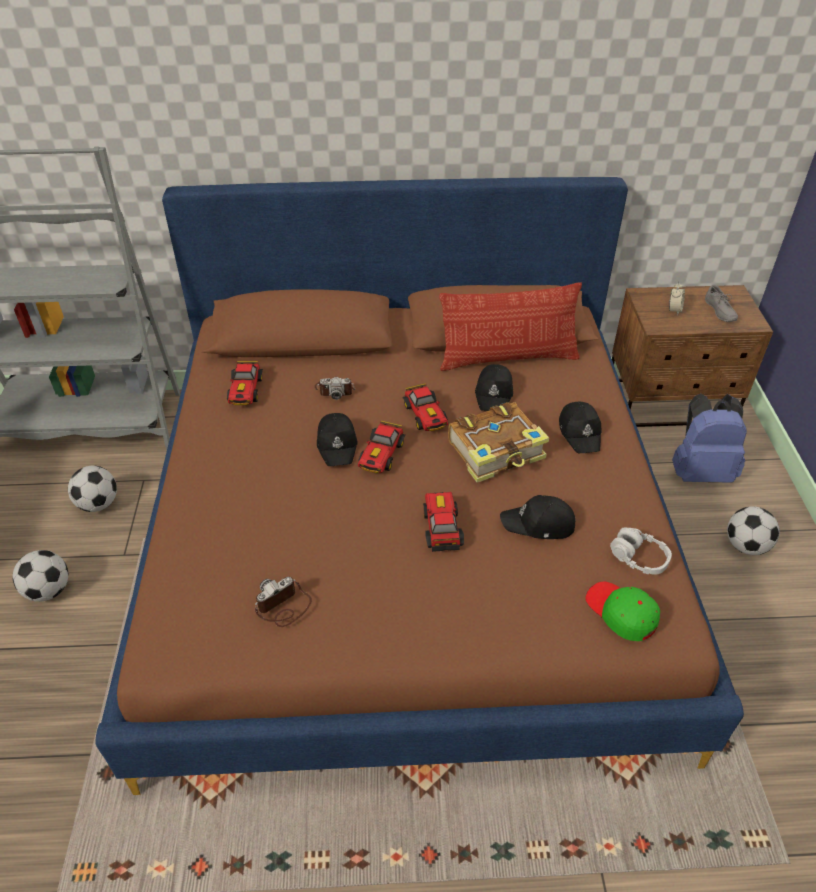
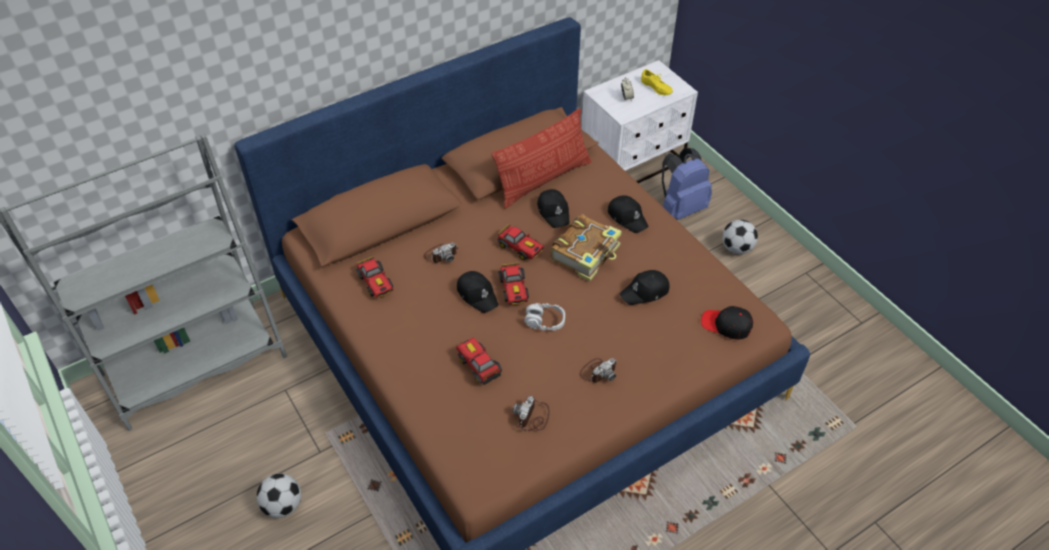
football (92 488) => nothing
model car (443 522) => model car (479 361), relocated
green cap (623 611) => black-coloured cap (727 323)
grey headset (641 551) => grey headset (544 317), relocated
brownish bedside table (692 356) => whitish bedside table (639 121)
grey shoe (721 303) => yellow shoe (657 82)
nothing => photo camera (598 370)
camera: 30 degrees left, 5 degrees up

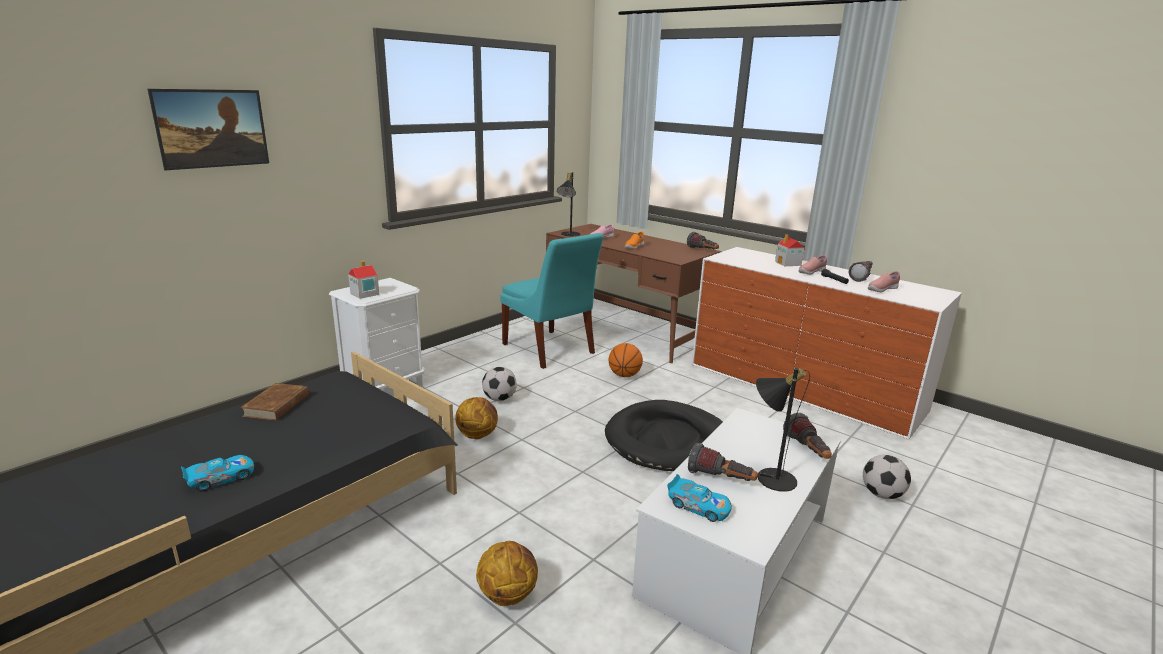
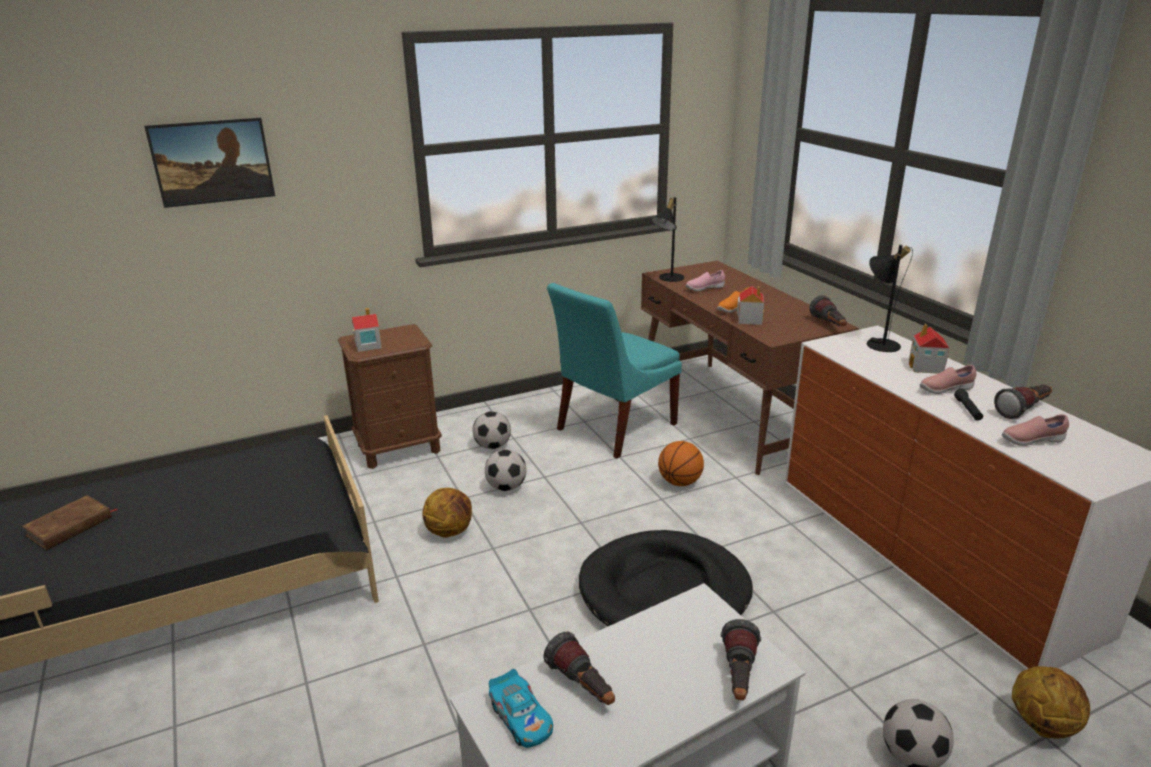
model car (217 473) => nothing
brownish book (274 402) => brownish book (70 522), relocated
whitish bedside table (377 334) => brownish bedside table (390 396)
basketball ball (507 573) => basketball ball (1051 702), relocated
turquoise upright chair (552 301) => turquoise upright chair (614 370), 60 degrees clockwise
black-coloured tabletop lamp (783 430) => black-coloured tabletop lamp (890 298), relocated
nothing => football (491 430)
nothing => miniature house (750 305)
camera: 25 degrees right, 5 degrees up

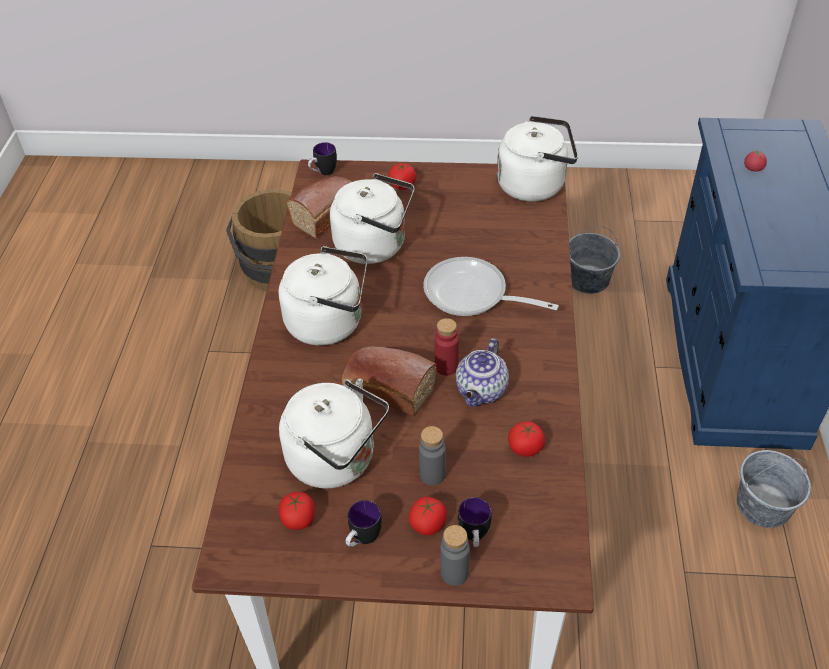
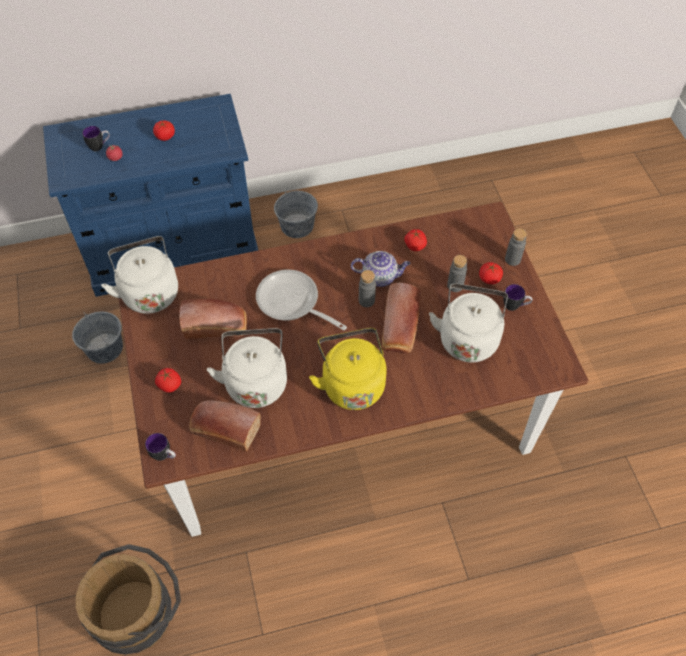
whitish water kettle (323 295) => yellow water kettle (348 369)
tomato (297 511) => tomato (164 130), relocated
skillet (491 286) => skillet (301 299), 120 degrees clockwise
red-coloured beverage bottle (447 346) => grey beverage bottle (367 288)
coffee mug (475 522) => coffee mug (96 138), relocated
nothing => bakery bread (213 319)
camera: 110 degrees left, 10 degrees up

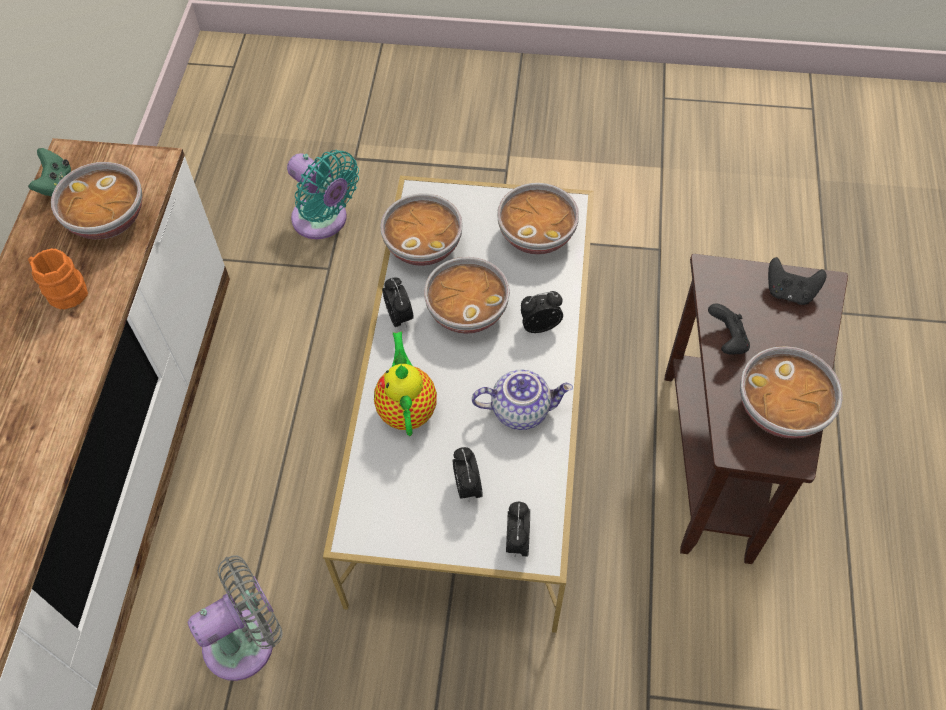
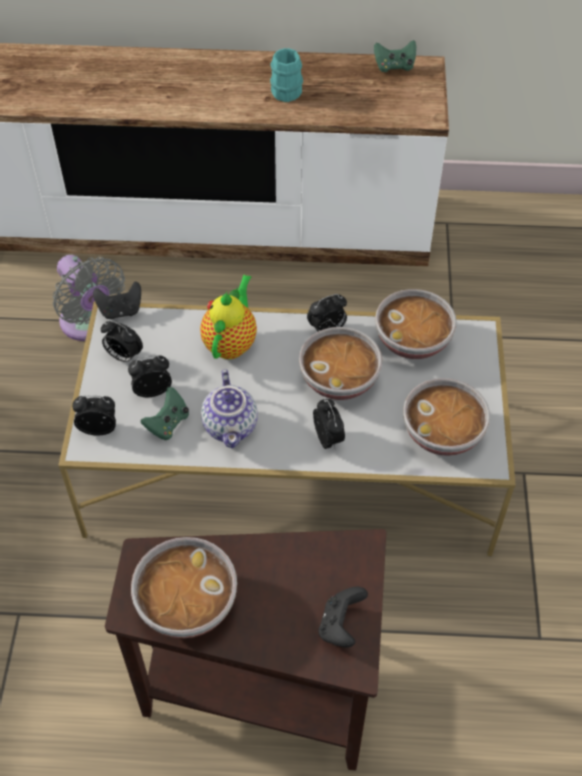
orange-coloured coffee mug (58 279) => turquoise coffee mug (286 75)
serving bowl (96 200) => nothing
turquoise fan (323 194) => nothing
tea pot (405 384) => tea pot (228 316), 60 degrees counterclockwise
black-coloured game controller (729 329) => black-coloured game controller (117 300), relocated
nothing => alarm clock (122 341)
nothing => green game controller (165 413)
camera: 85 degrees right, 5 degrees down

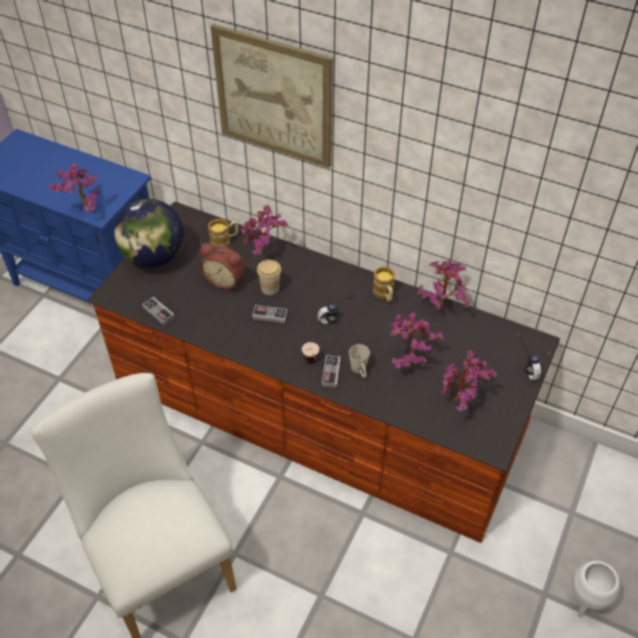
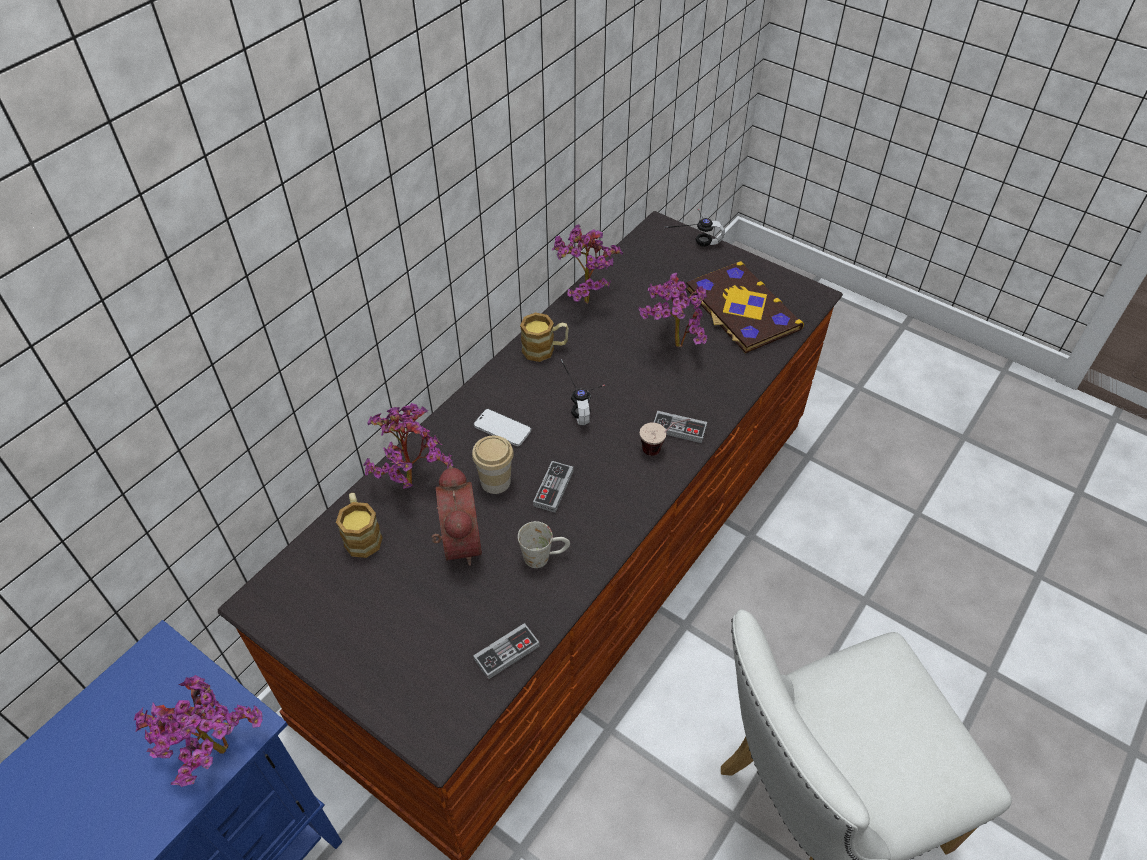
desk globe (149 233) => nothing
alarm clock (222 266) => alarm clock (457 515), 45 degrees counterclockwise
wall art (271 96) => nothing
whitish coffee mug (359 361) => whitish coffee mug (544 544), relocated
potted plant (468 380) => book (745 307)
whitish planter (596 589) => nothing
nothing => handset (502 427)
camera: 80 degrees left, 0 degrees up

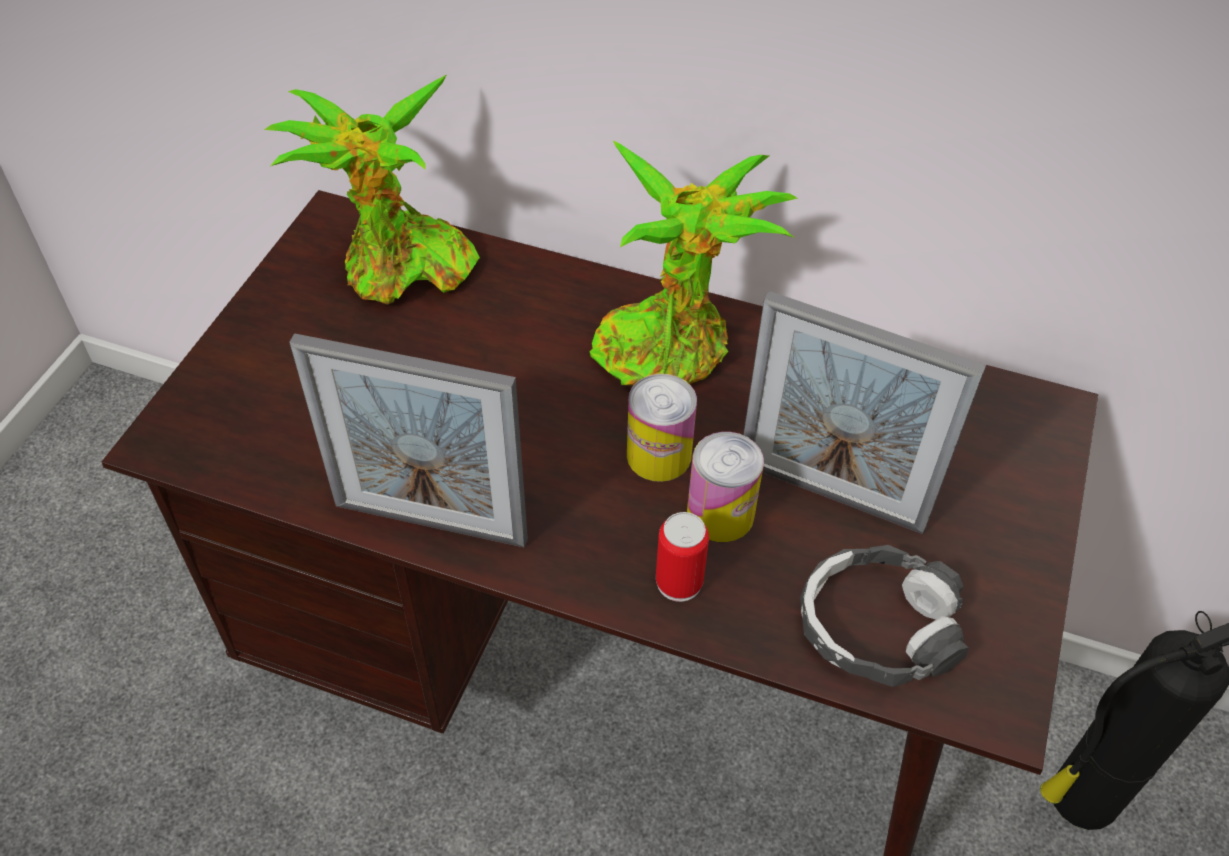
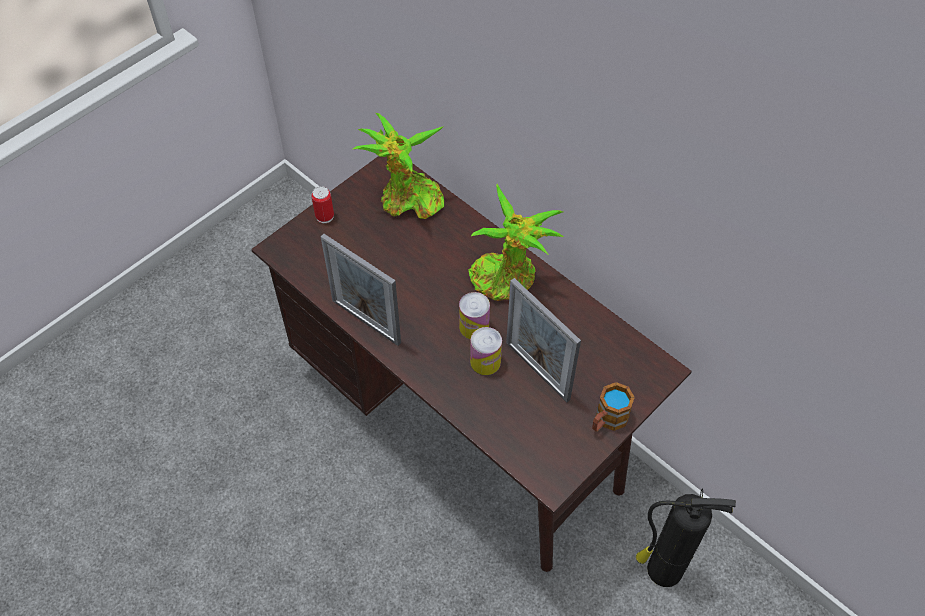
sealed can (682 557) => sealed can (322 204), relocated
headset (884 616) => nothing
nothing => coffee mug (613 407)
camera: 25 degrees right, 5 degrees up

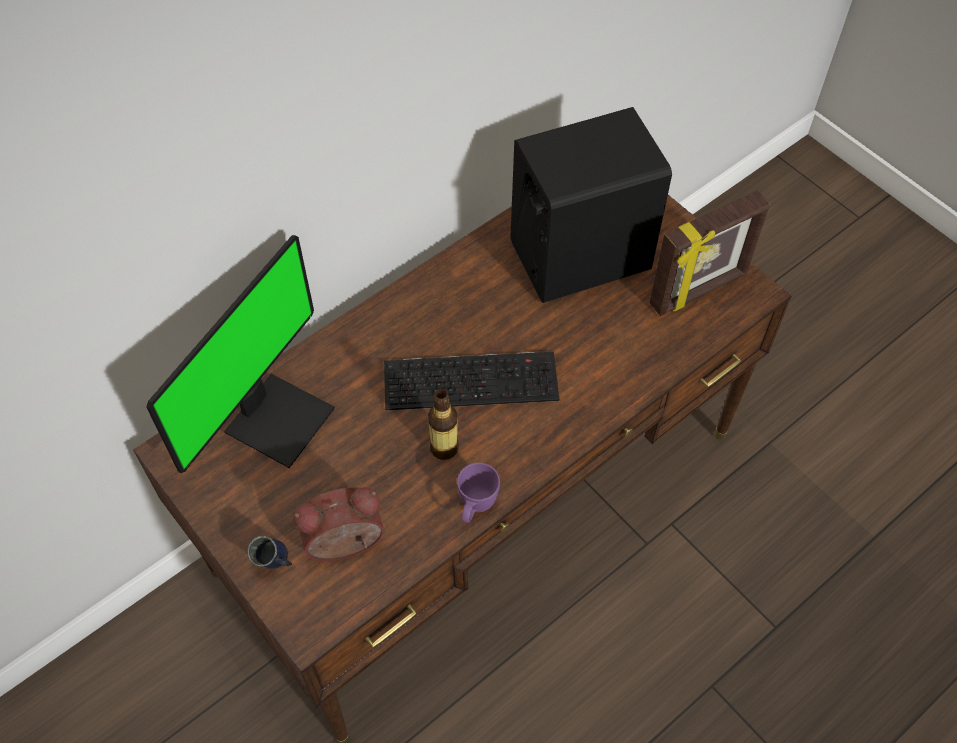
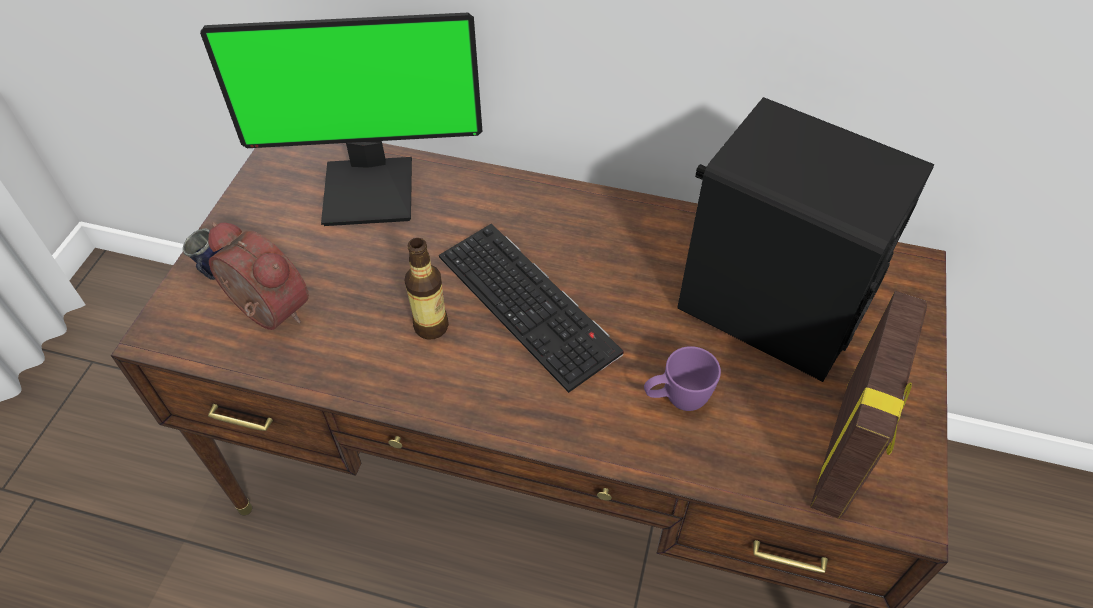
purple coffee mug (478 493) => purple coffee mug (682 378), relocated
photo frame (709 253) => photo frame (868 405), 90 degrees counterclockwise
camera: 55 degrees right, 5 degrees down

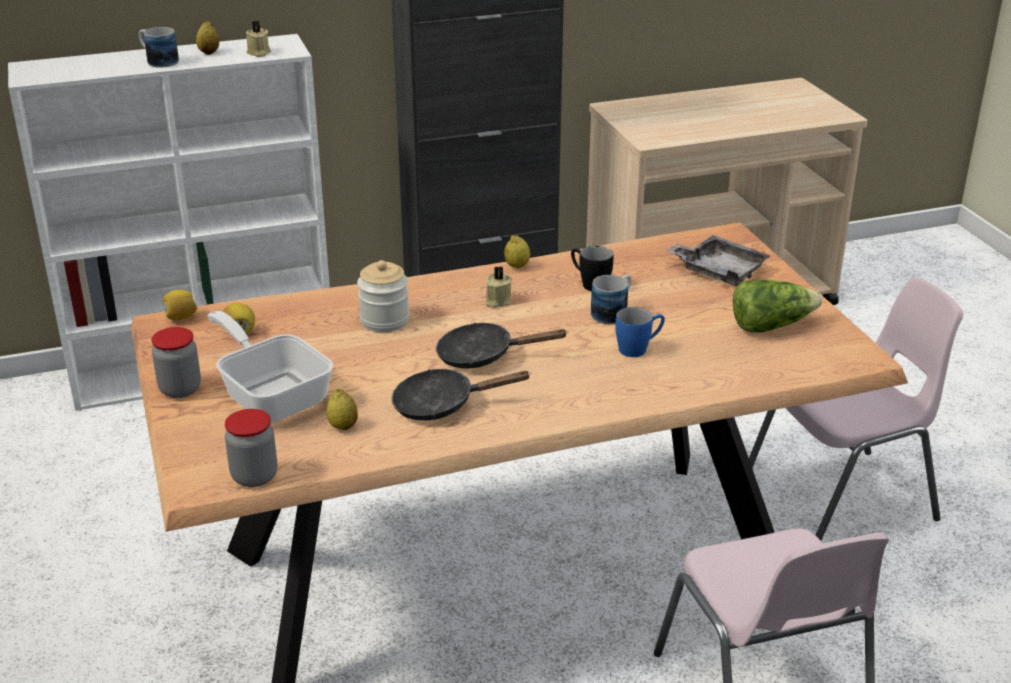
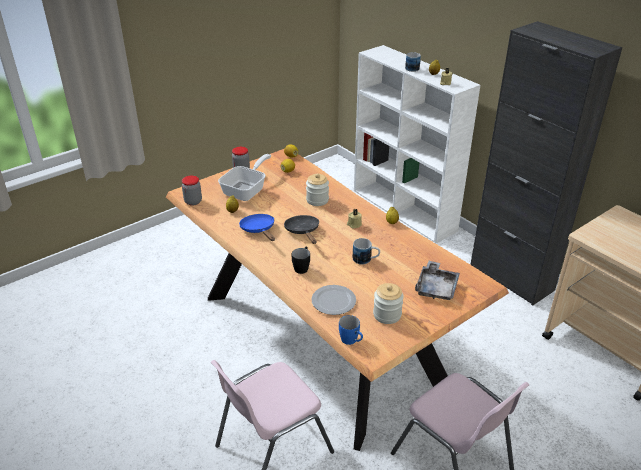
black-coloured skillet (461 395) => blue skillet (257 227)
black-coloured coffee mug (592 268) => black-coloured coffee mug (301 260), relocated
blue coffee mug (640 332) => blue coffee mug (351 330), relocated
lettuce (777 306) => storage jar (388 303)
nothing => flat dish (333 300)
camera: 70 degrees right, 5 degrees up

